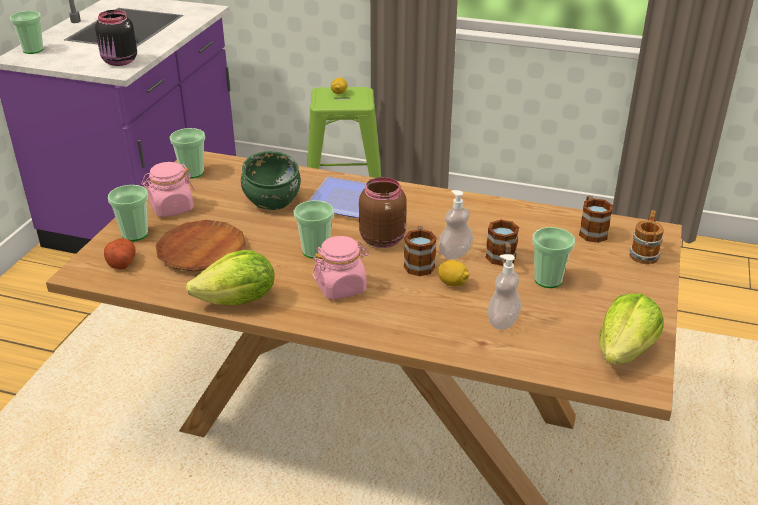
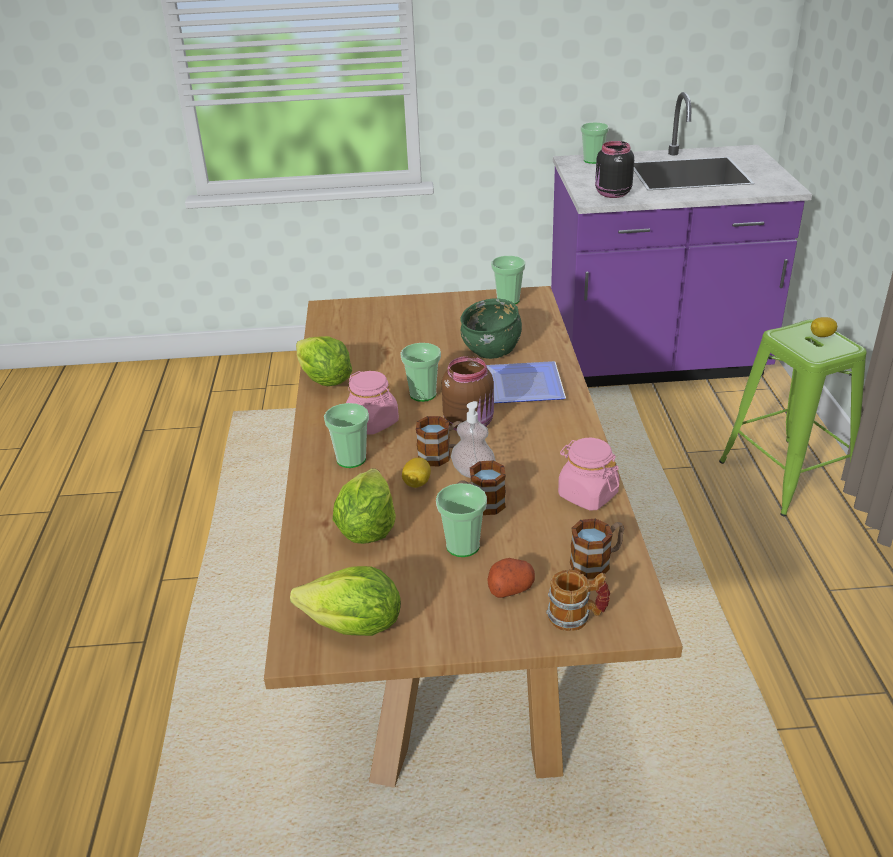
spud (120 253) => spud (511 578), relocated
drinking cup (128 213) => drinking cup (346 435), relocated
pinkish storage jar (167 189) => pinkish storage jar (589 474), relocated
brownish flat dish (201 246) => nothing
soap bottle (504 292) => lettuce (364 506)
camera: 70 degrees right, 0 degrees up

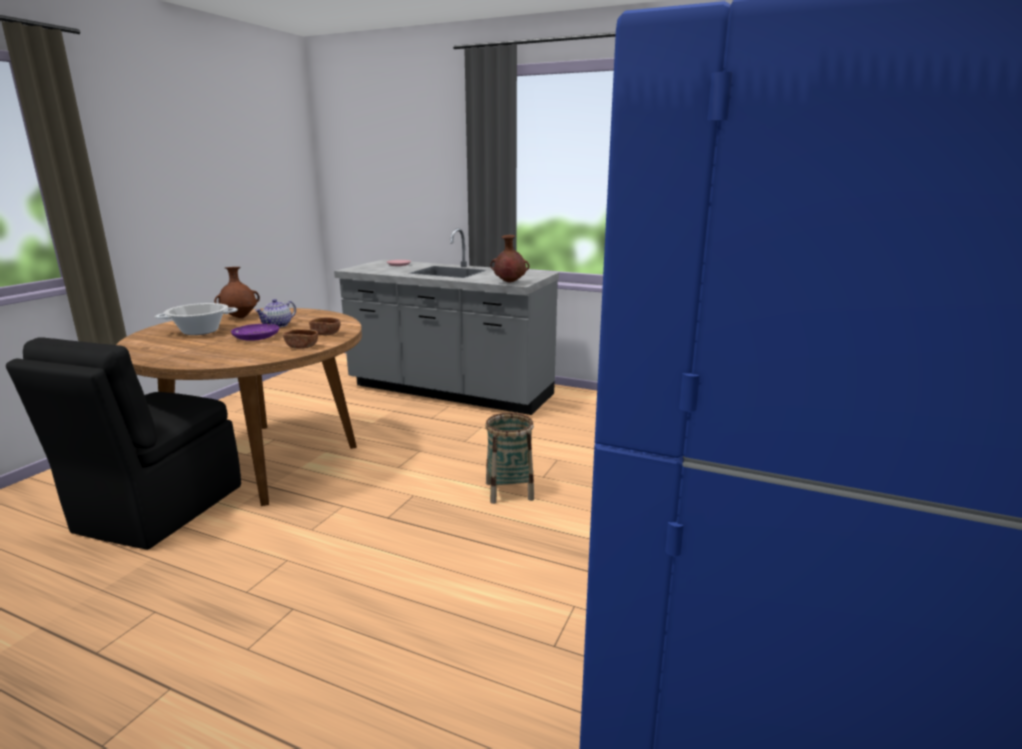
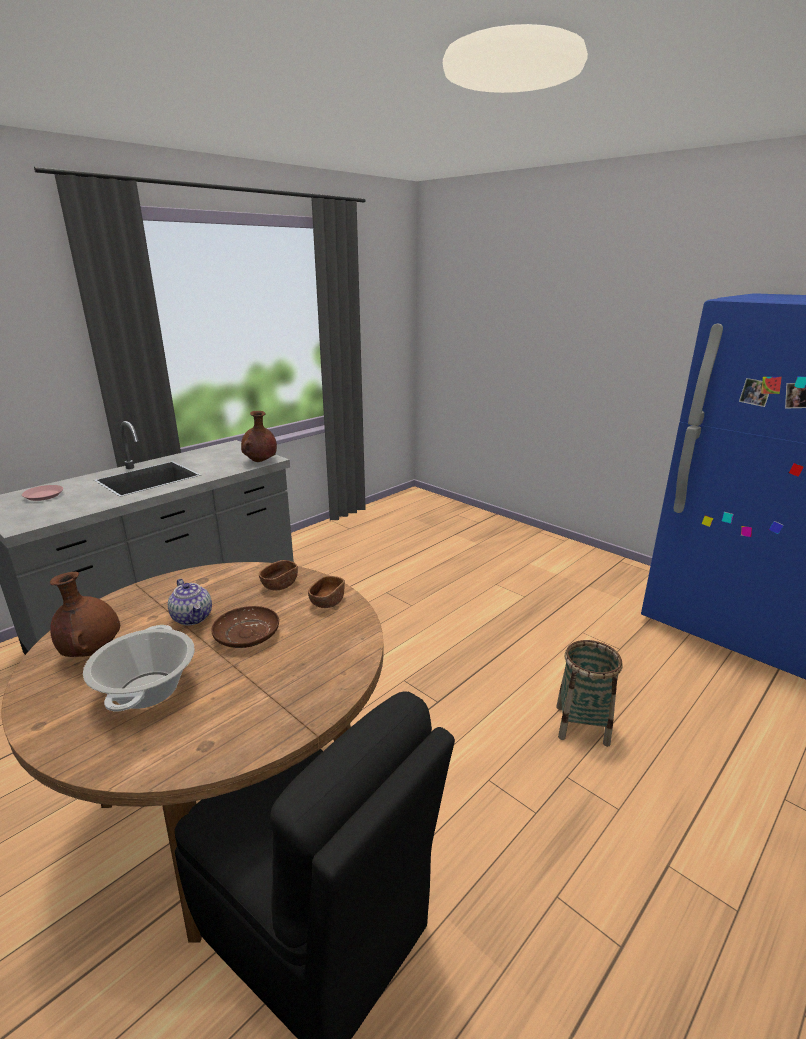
purple flat dish (255 332) => brownish flat dish (245 627)
household basket (509 458) => household basket (589 693), relocated
camera: 70 degrees left, 5 degrees up

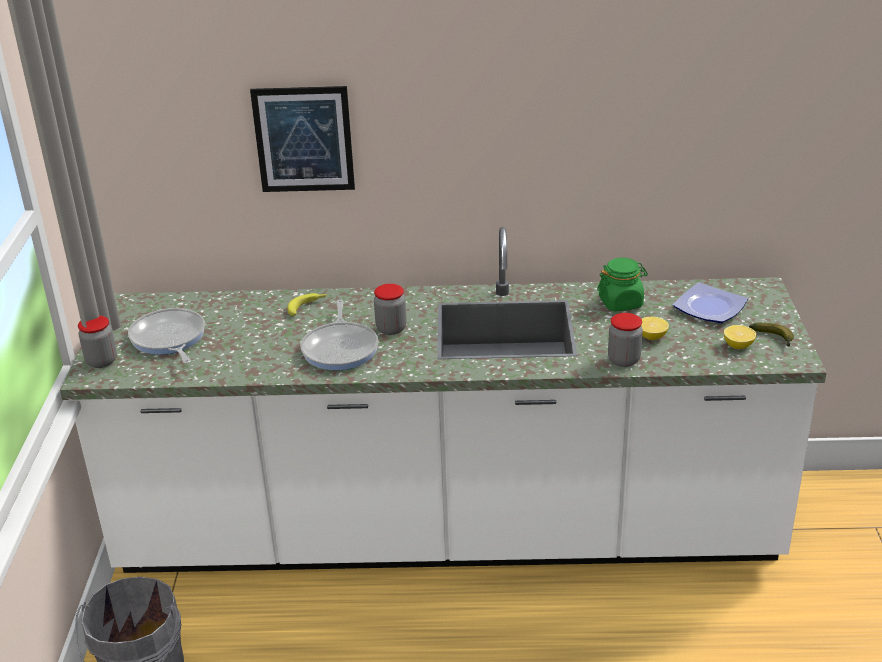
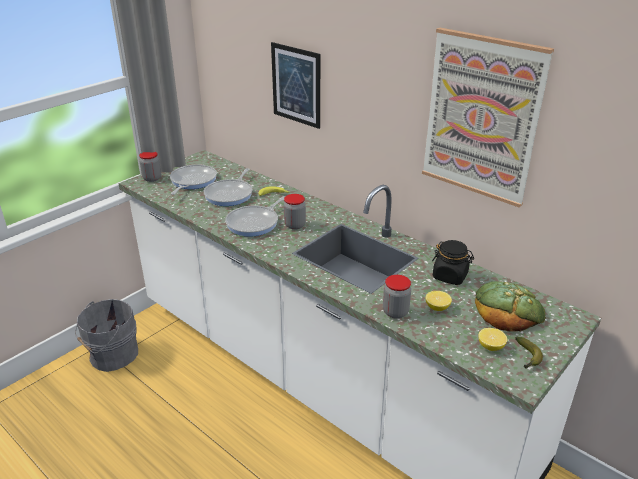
green storage jar (622 284) => black-coloured storage jar (453 262)
flat dish (710 302) => bakery bread (510 306)
nothing => skillet (228 187)
nothing => wall art (488 117)
camera: 40 degrees right, 0 degrees up

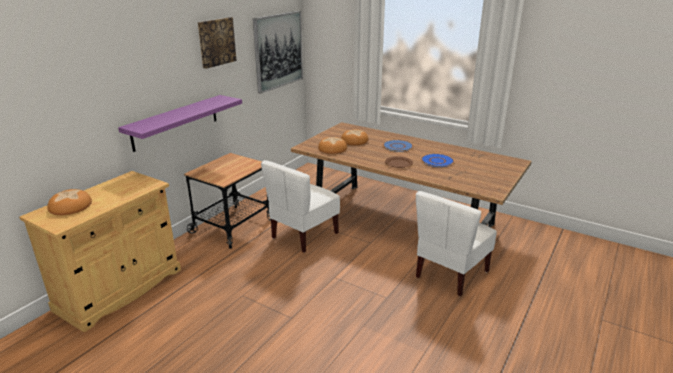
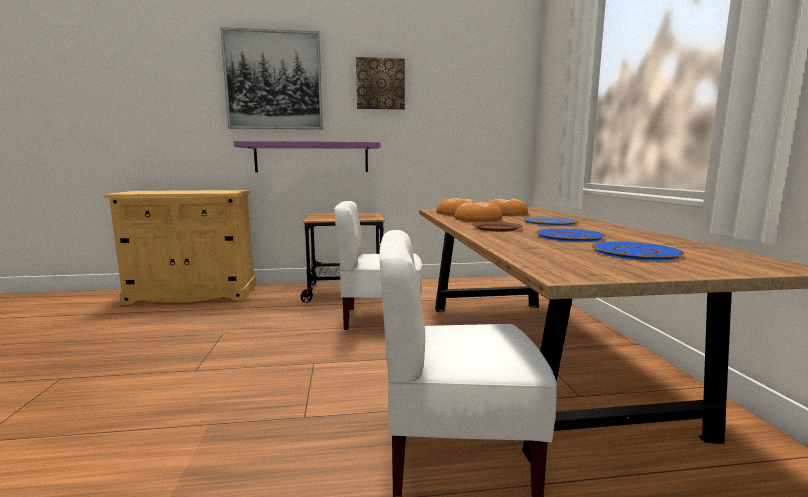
bakery bread (69 202) => bakery bread (478 211), relocated
wall art (278 52) => wall art (271 78), relocated
nothing => blue flat dish (638 251)
camera: 50 degrees right, 15 degrees down

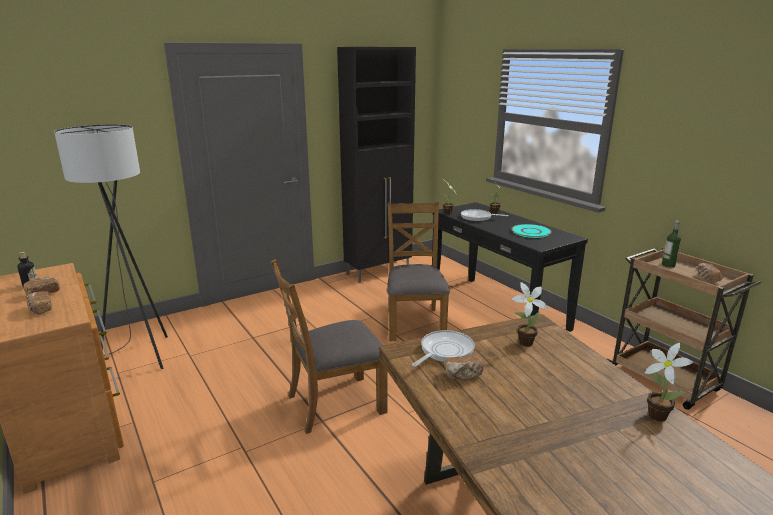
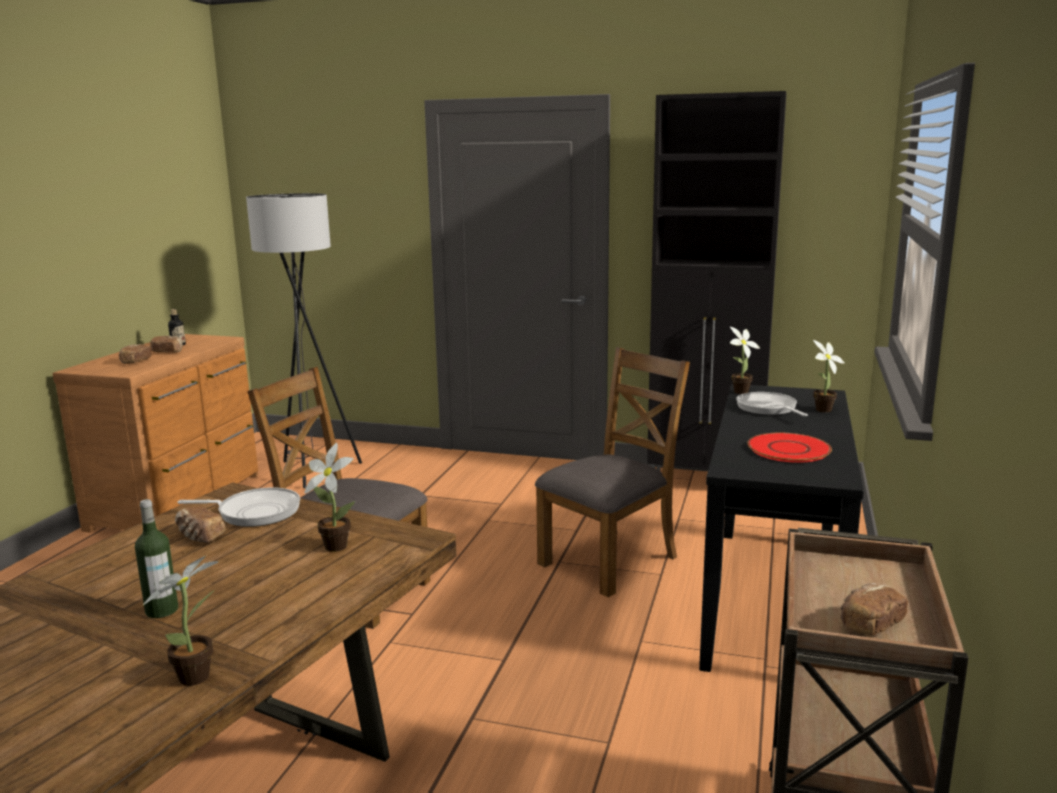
turquoise flat dish (531 231) => red-coloured flat dish (789 448)
beverage bottle (671 244) => beverage bottle (156 558), relocated
camera: 50 degrees right, 5 degrees down

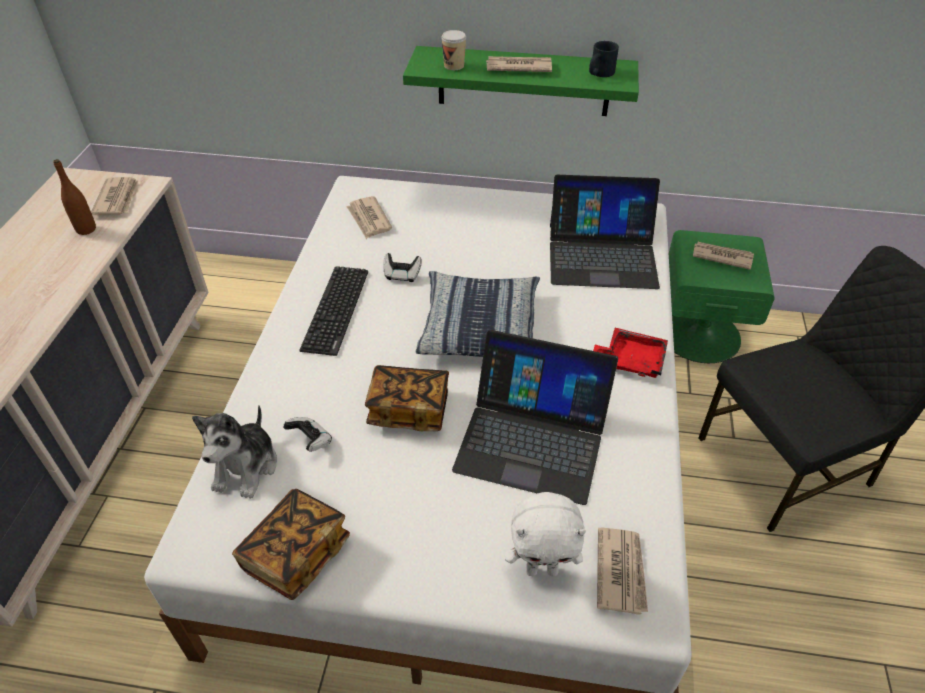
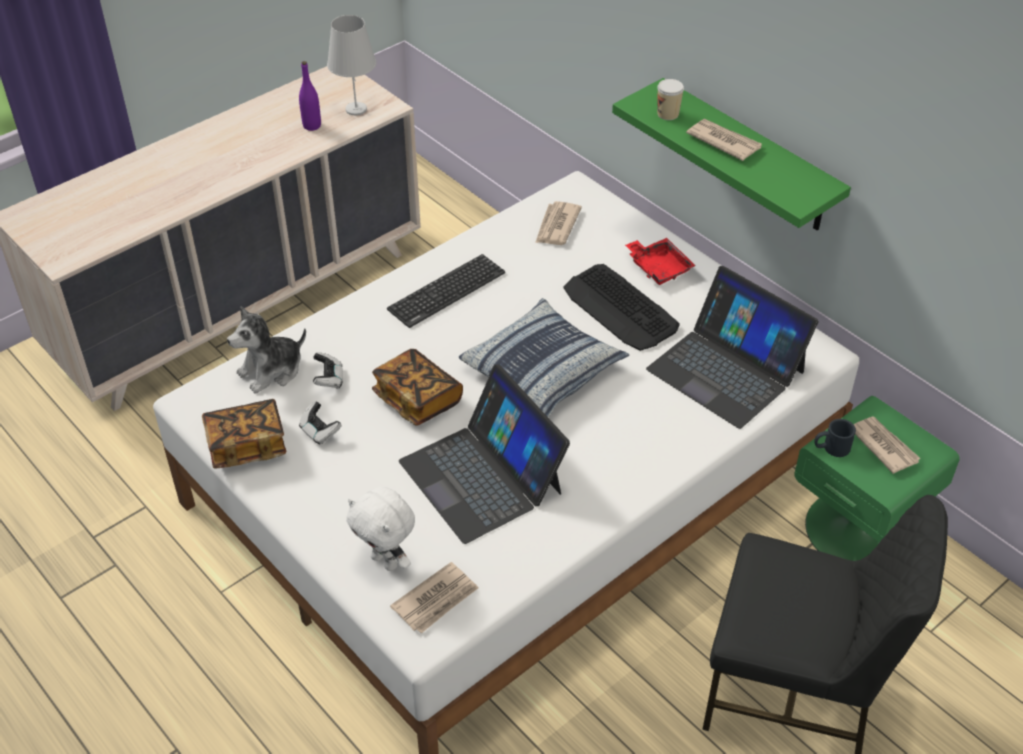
brownish beverage bottle (74 197) => purple beverage bottle (310 96)
newspaper (114 196) => whitish tabletop lamp (351 65)
game controller (402 267) => game controller (320 423), relocated
black-coloured coffee mug (604 59) => black-coloured coffee mug (835 438), relocated
red-coloured tray (630 353) => red-coloured tray (660 261), relocated
nothing => PC keyboard (621 307)
camera: 40 degrees right, 0 degrees up

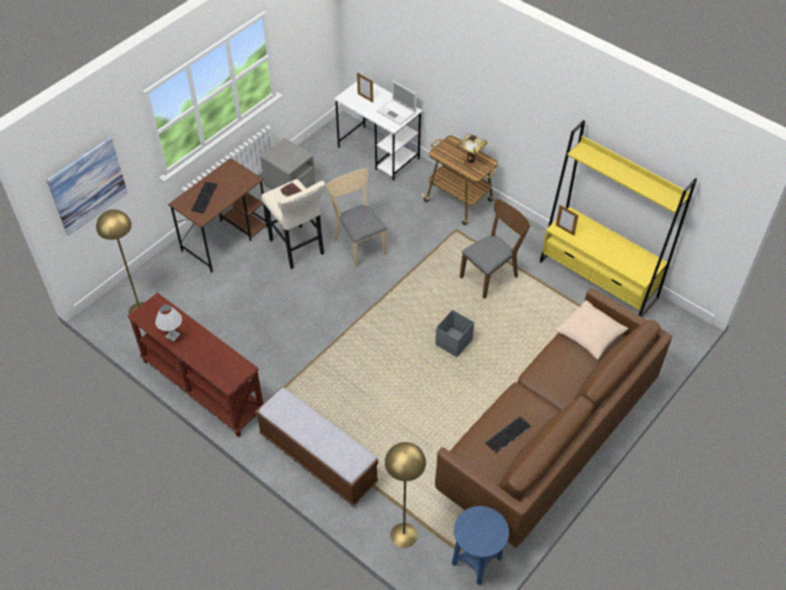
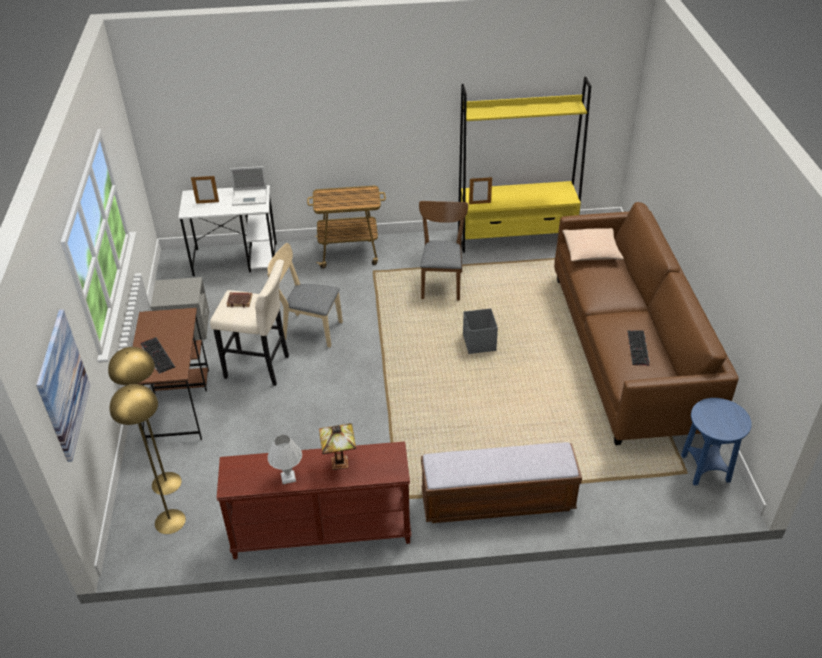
yellow floor lamp (405 495) => yellow floor lamp (145 421), relocated
tabletop lamp (472 151) => tabletop lamp (337 446), relocated
camera: 45 degrees left, 10 degrees down

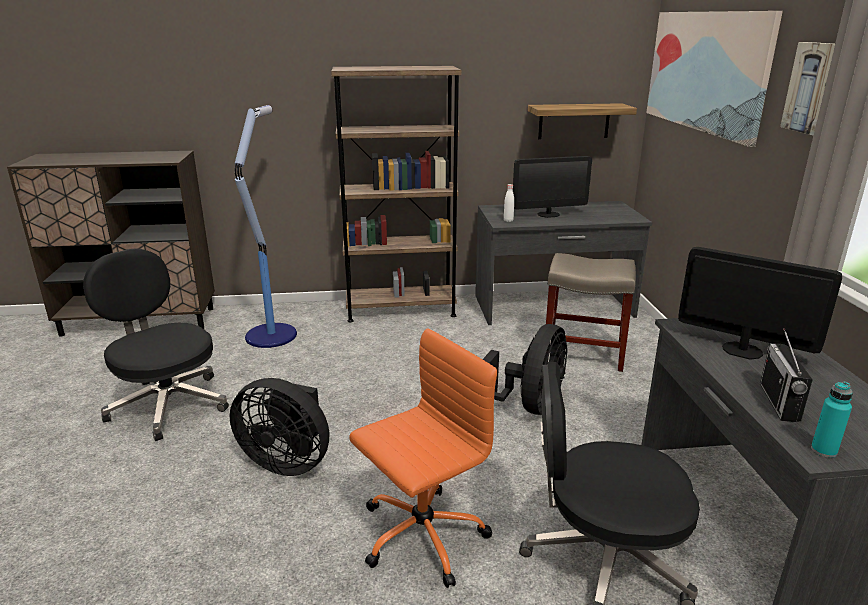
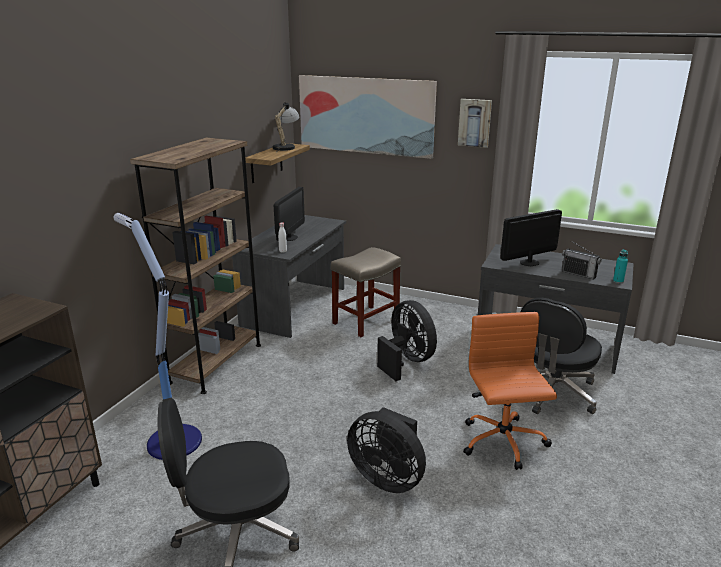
black-coloured fan (279 427) => black-coloured fan (386 450), 75 degrees clockwise
nothing => tabletop lamp (286 127)
camera: 60 degrees left, 0 degrees up

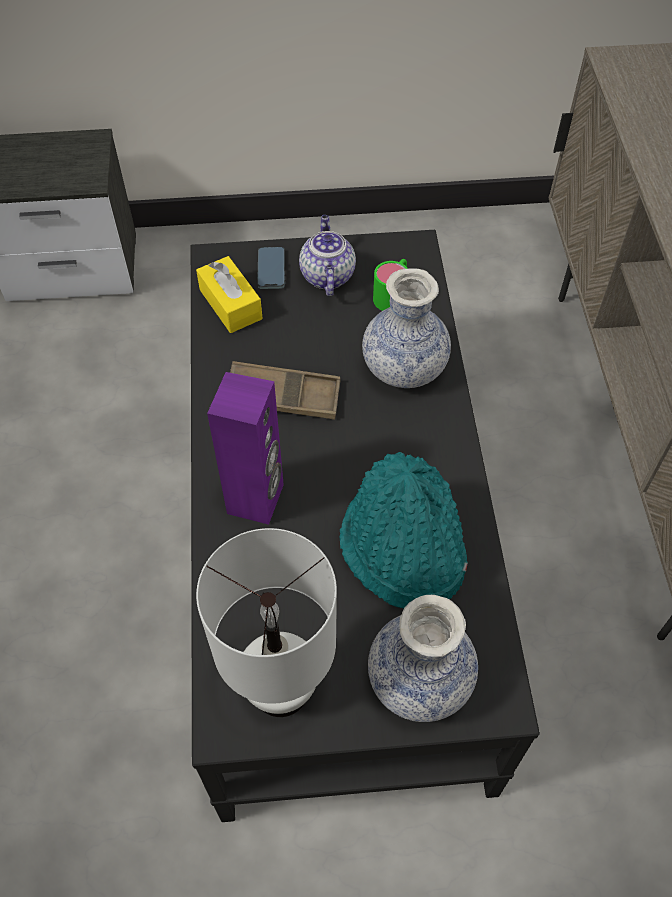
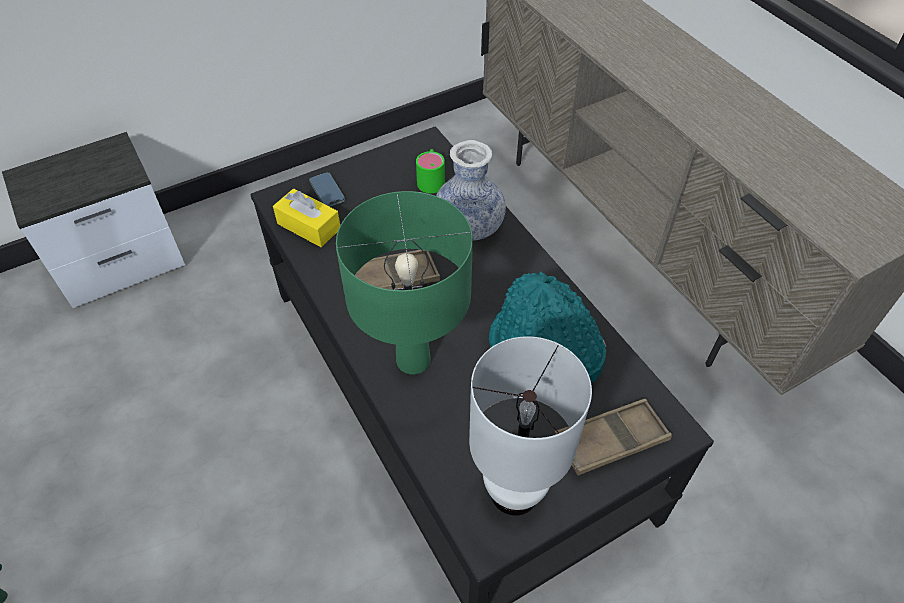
purple audio speaker (245 448) => green tabletop lamp (404 283)
tea pot (327 255) => nothing
vase (423 658) => brownish tray (613 437)
camera: 25 degrees left, 5 degrees down

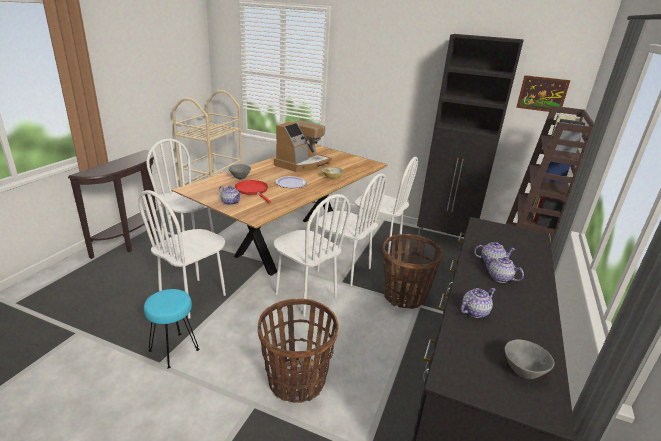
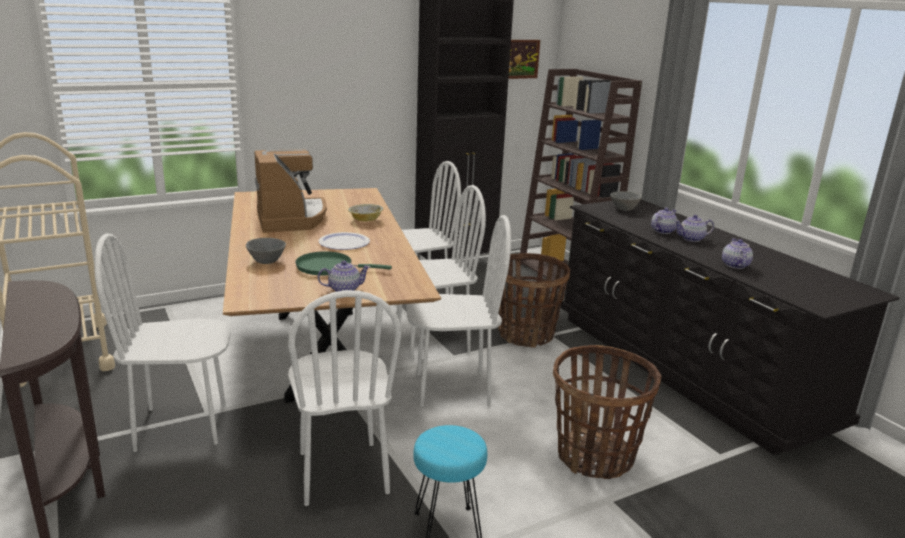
red-coloured skillet (253 191) => green skillet (343 263)
grey serving bowl (530 359) => grey serving bowl (626 201), relocated
camera: 50 degrees left, 5 degrees down

